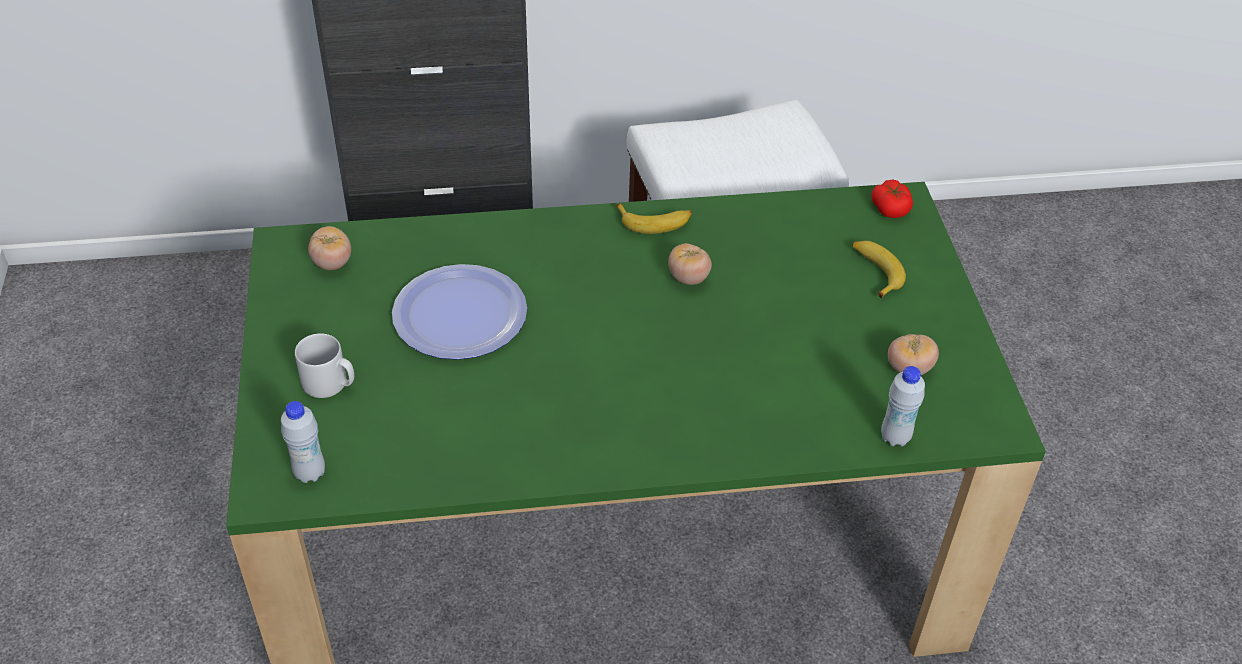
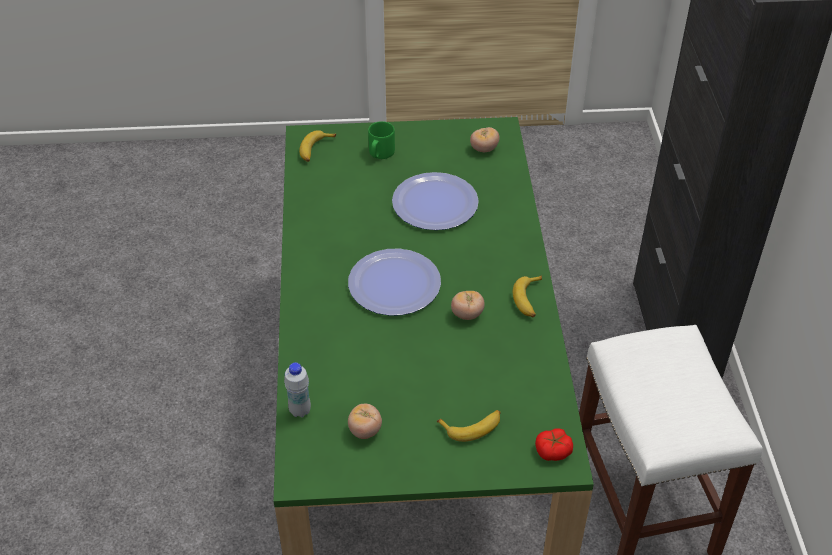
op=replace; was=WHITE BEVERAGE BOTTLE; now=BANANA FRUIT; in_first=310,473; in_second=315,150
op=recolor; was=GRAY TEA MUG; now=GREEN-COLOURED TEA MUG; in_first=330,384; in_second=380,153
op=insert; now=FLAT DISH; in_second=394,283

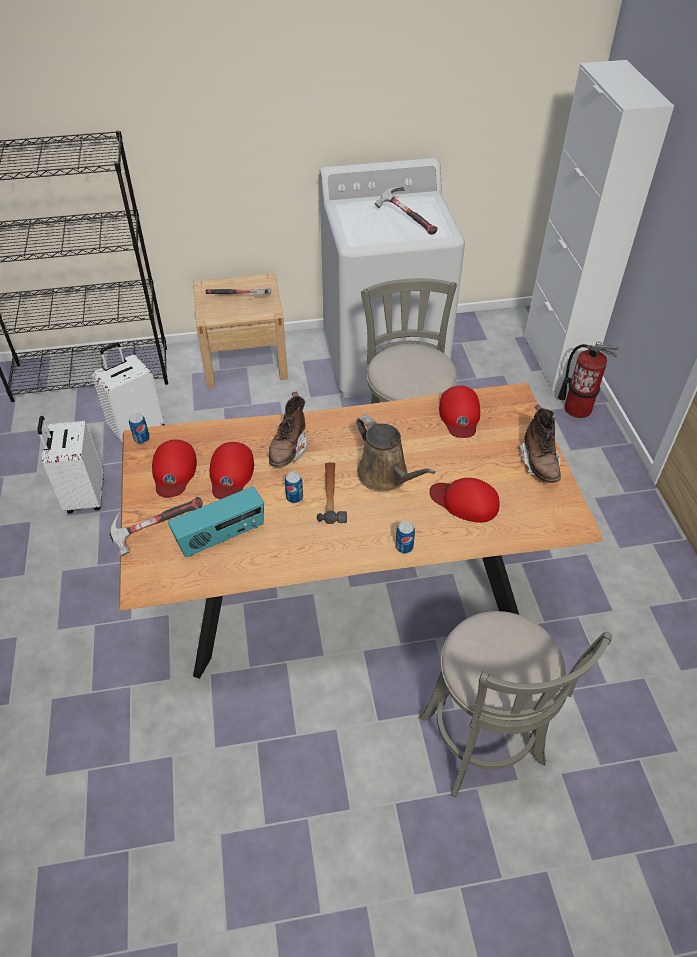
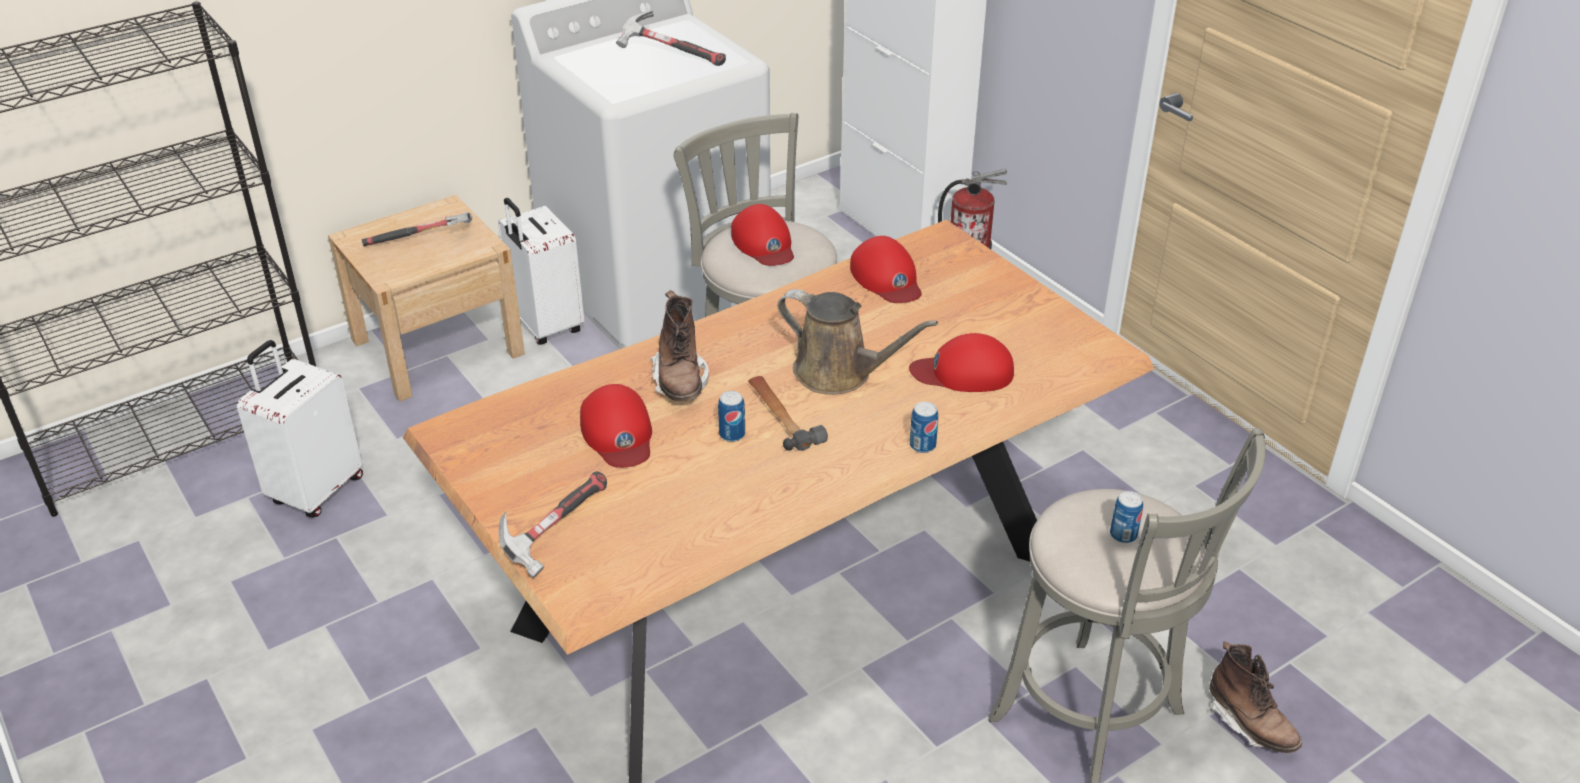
op=move; was=WHITE TRAVEL CASE; in_first=84,496; in_second=545,326
op=move; was=SEALED CAN; in_first=141,438; in_second=1123,535
op=move; was=REDDISH CAP; in_first=174,471; in_second=764,243
op=delete; was=RADIO; in_first=221,537
op=move; was=BROWN BOOT; in_first=539,464; in_second=1250,724

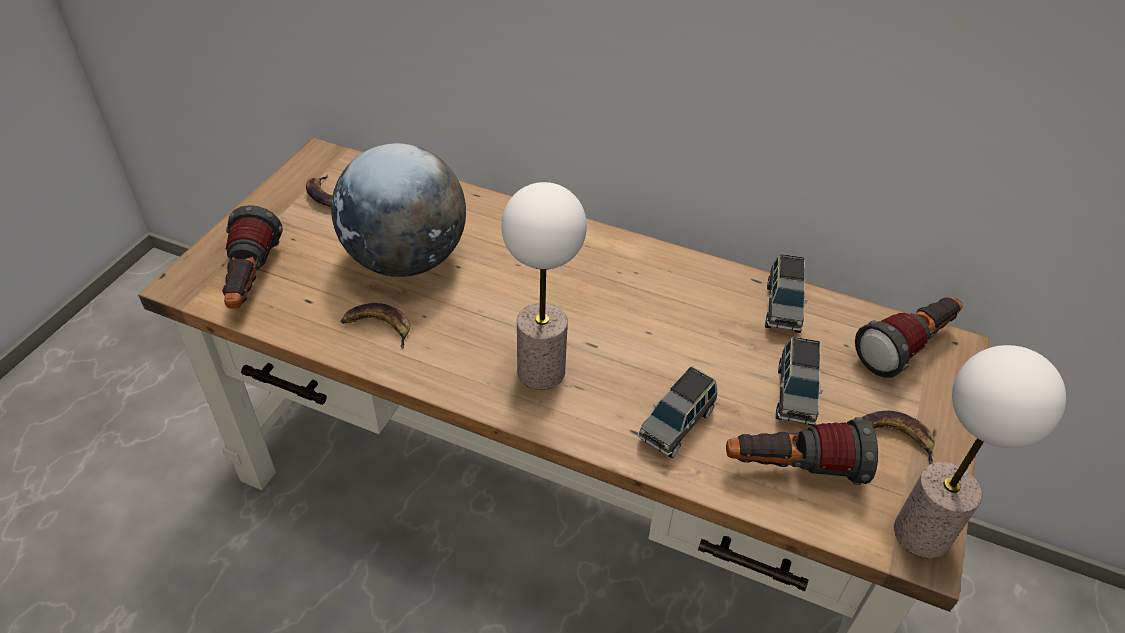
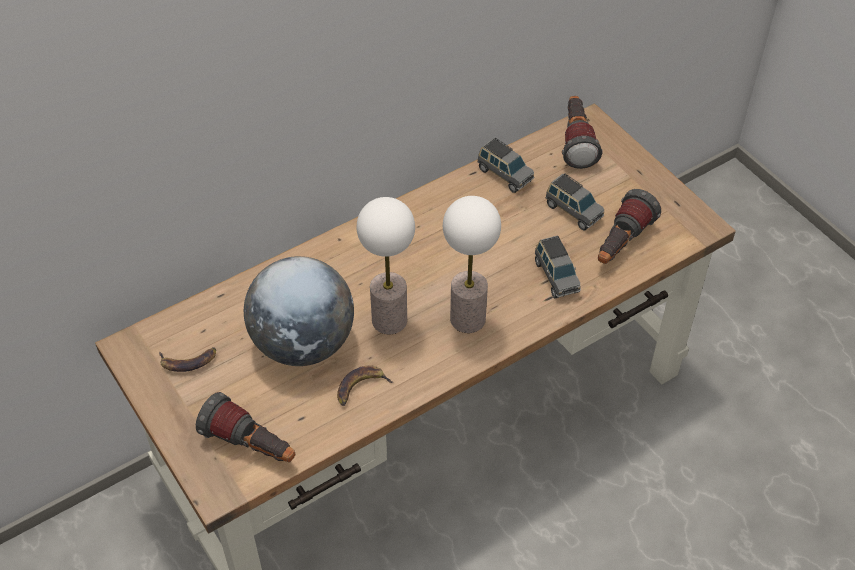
op=delete; was=BANANA FRUIT; in_first=894,437
op=move; was=TABLE LAMP; in_first=921,532; in_second=389,320

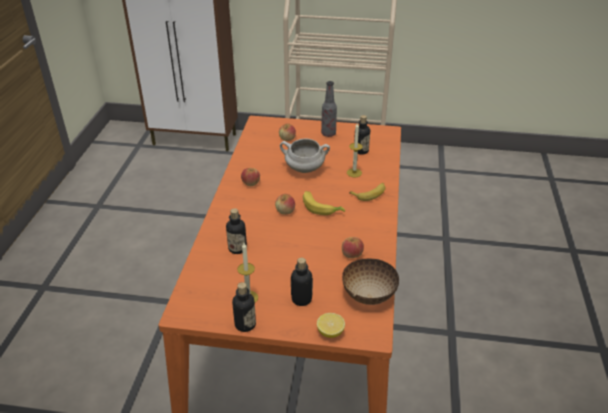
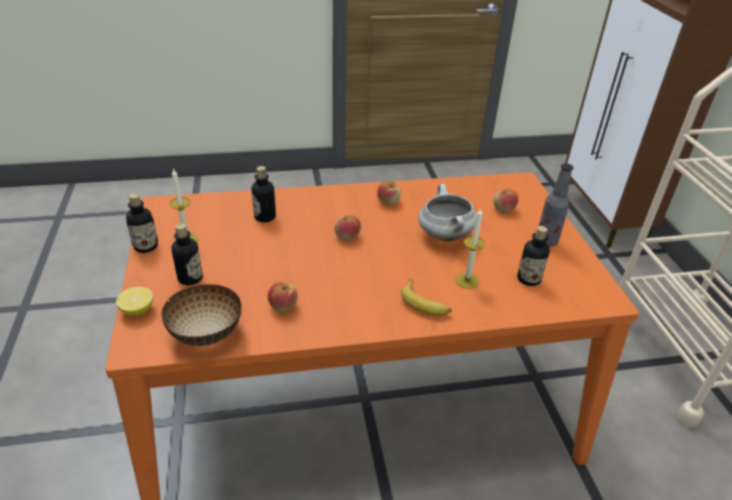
op=delete; was=BANANA FRUIT; in_first=321,207

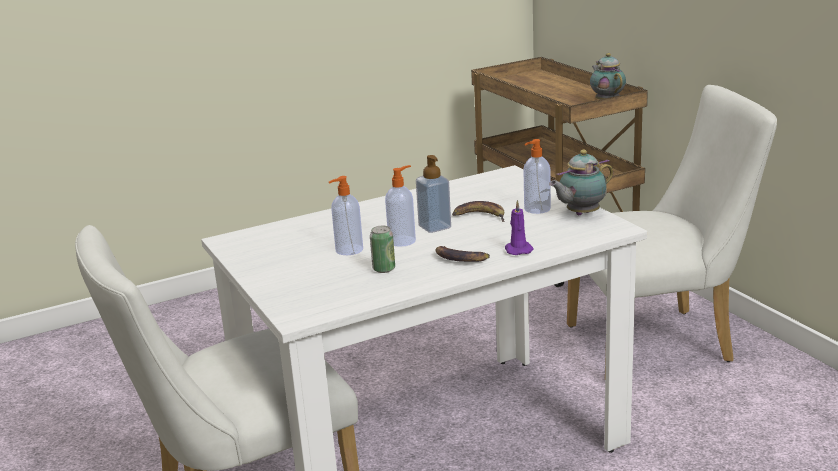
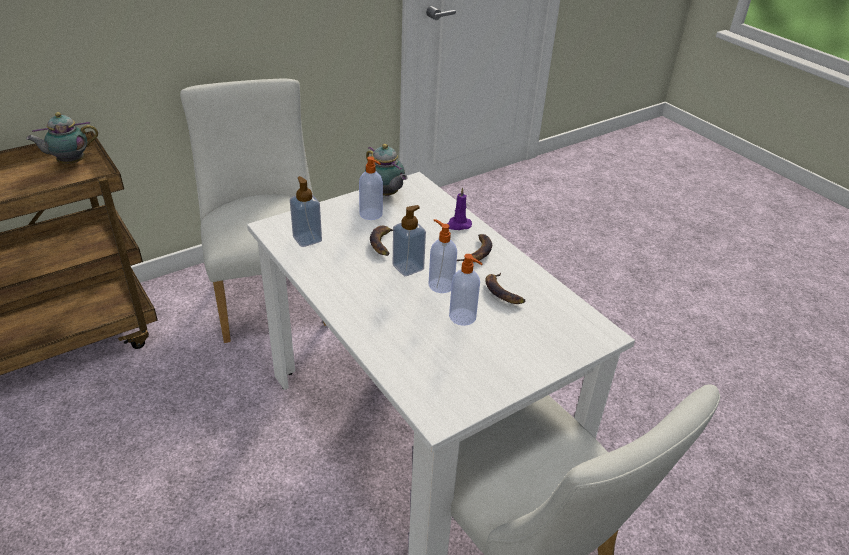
op=replace; was=SEALED CAN; now=BANANA FRUIT; in_first=384,269; in_second=503,292
op=insert; now=SOAP DISPENSER; in_second=307,239

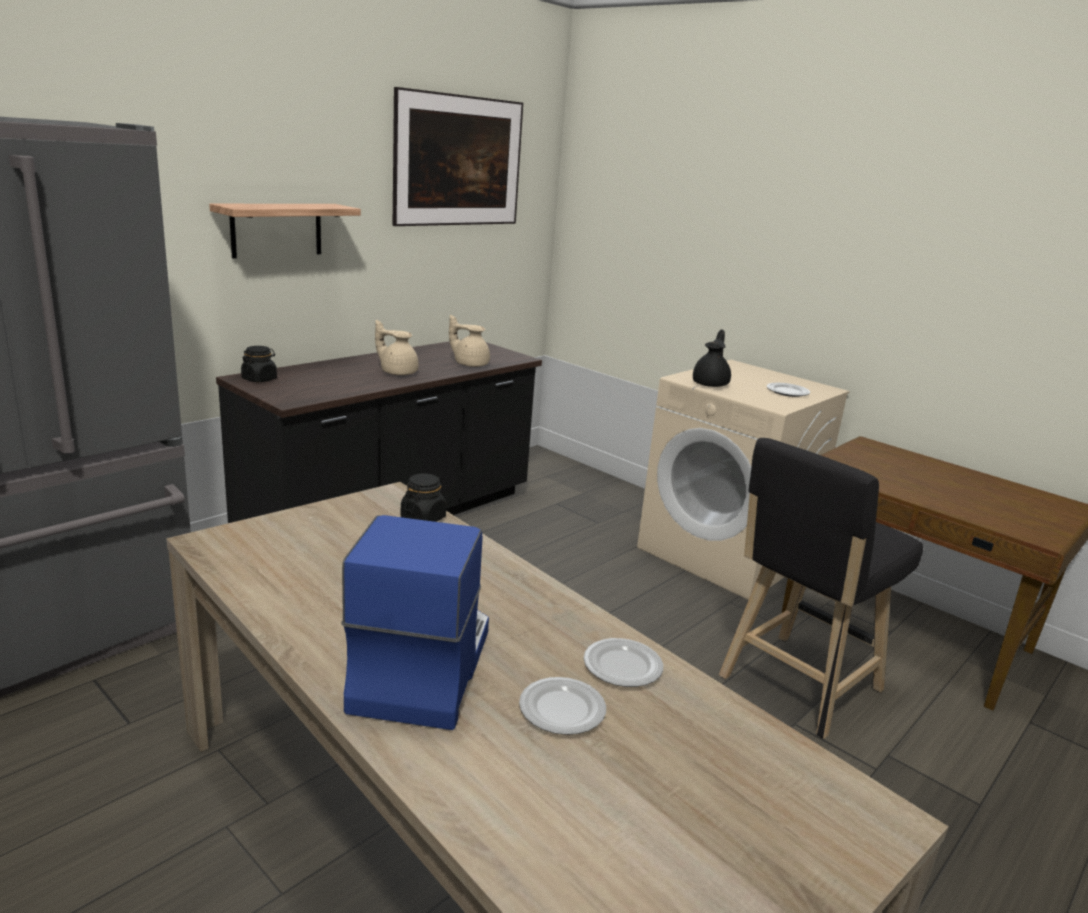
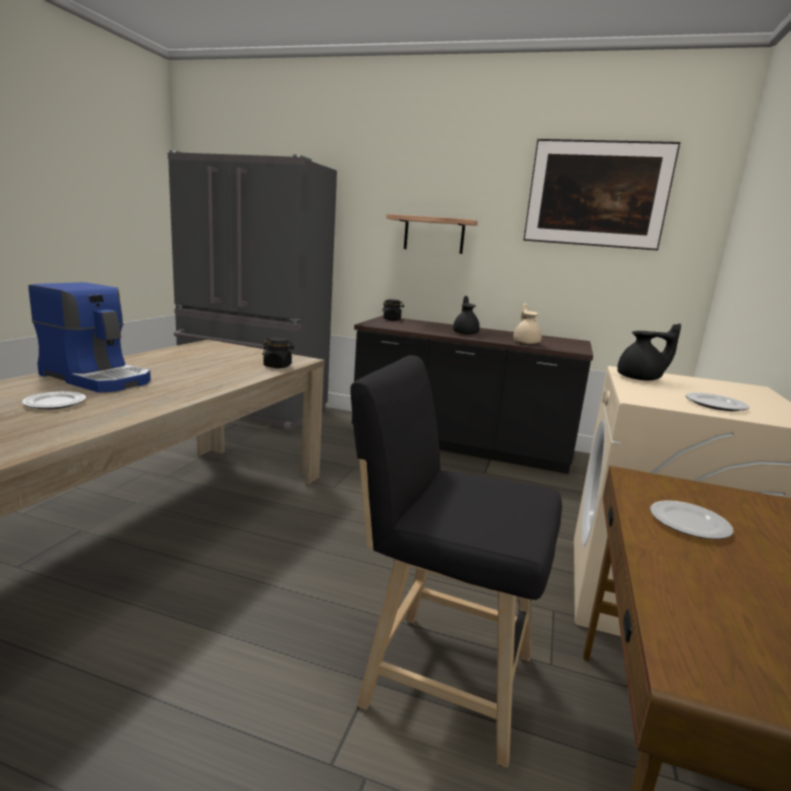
op=rotate; was=COFFEE MACHINE; in_first=420,667; in_second=98,378; clockwise=45
op=recolor; was=BEIGE TEA POT; now=BLACKISH TEA POT; in_first=397,372; in_second=465,333
op=move; was=FLAT DISH; in_first=621,666; in_second=688,523

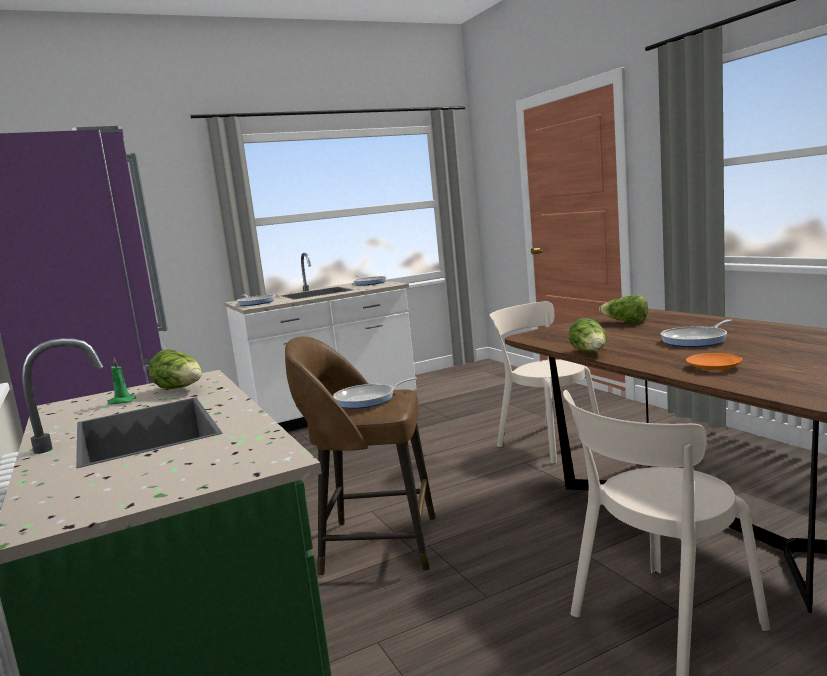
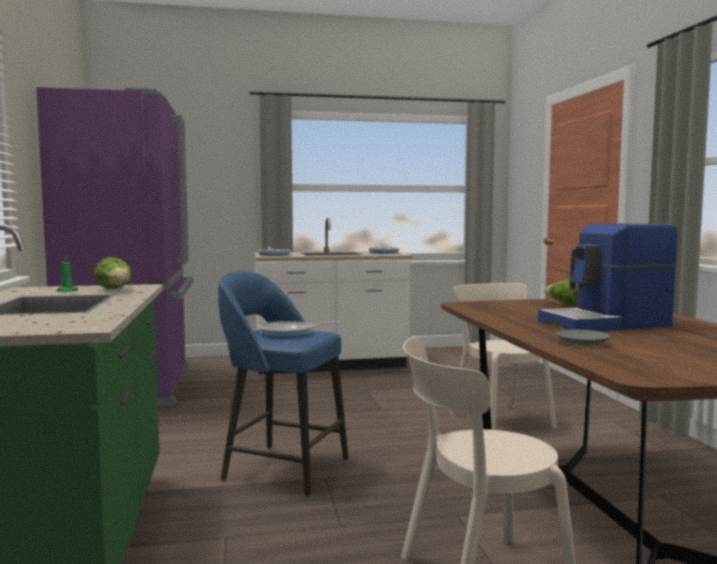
op=recolor; was=BROWN STOOL SEAT; now=BLUE STOOL SEAT; in_first=375,545; in_second=283,468
op=delete; was=LETTUCE HEAD; in_first=590,352
op=replace; was=PAN; now=COFFEE MACHINE; in_first=696,340; in_second=606,324
op=recolor; was=ORANGE FLAT DISH; now=GRAY FLAT DISH; in_first=714,367; in_second=583,342

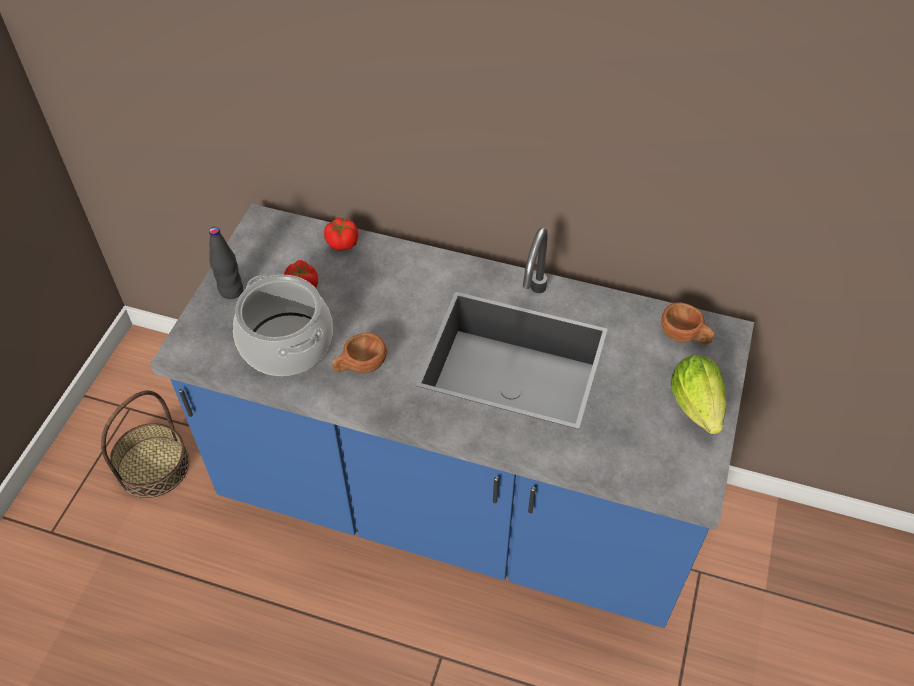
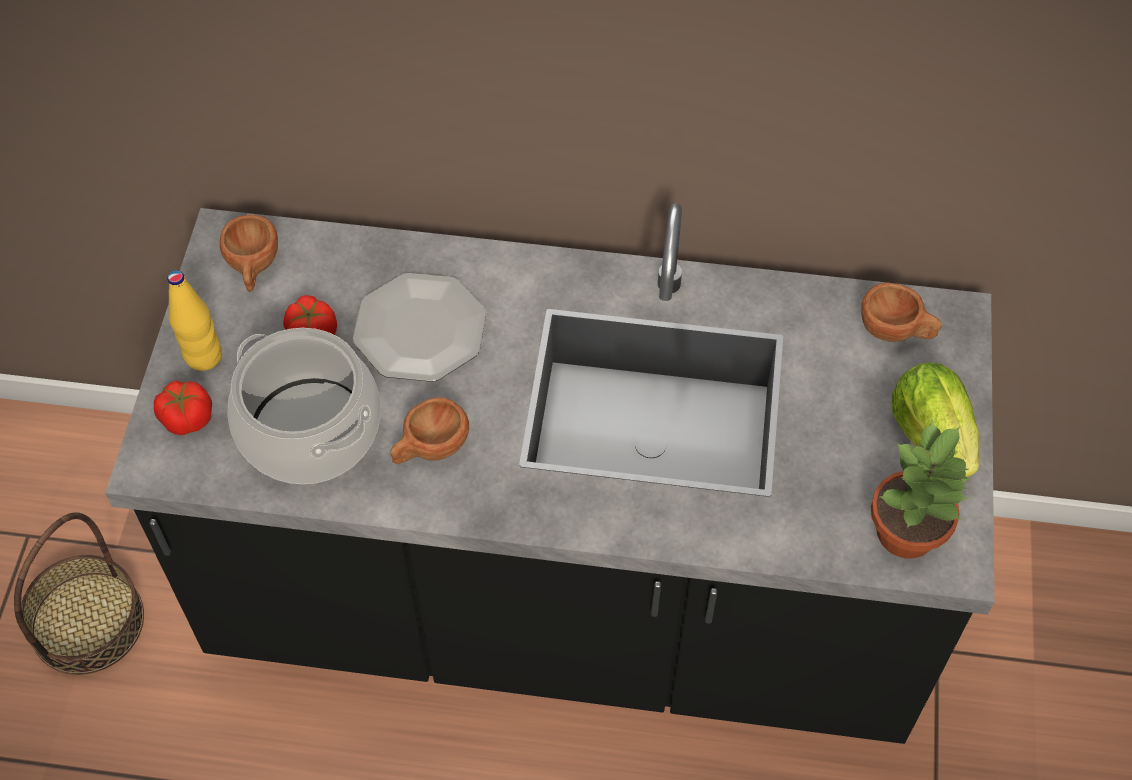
op=recolor; was=BLUE KITCHEN COUNTER; now=BLACKISH KITCHEN COUNTER; in_first=457,501; in_second=566,601
op=recolor; was=BLACKISH BEVERAGE BOTTLE; now=YELLOWISH BEVERAGE BOTTLE; in_first=231,291; in_second=203,357
op=move; was=WHOLE TOMATO; in_first=342,243; in_second=187,418
op=insert; now=BROWN DRINKING CUP; in_second=253,268
op=insert; now=FLAT DISH; in_second=420,329
op=insert; now=POTTED PLANT; in_second=908,532

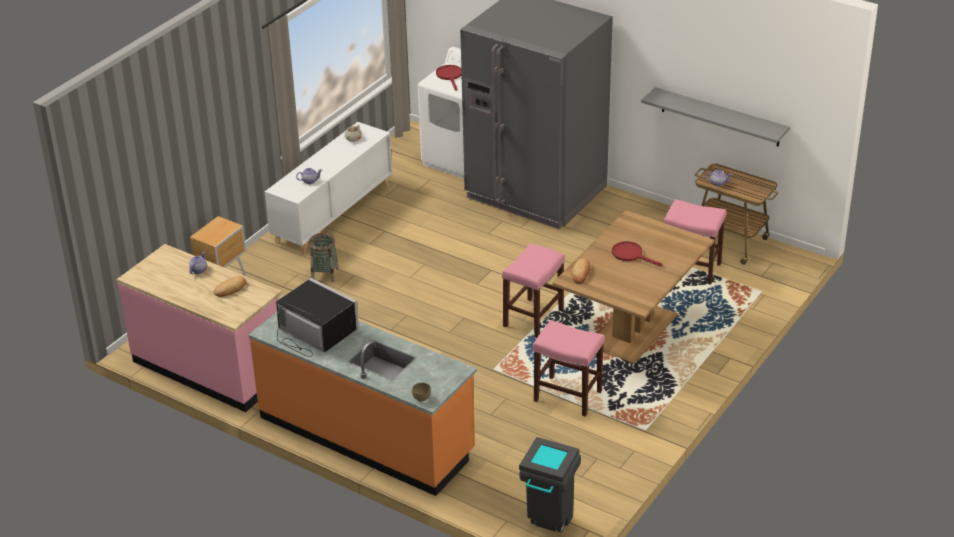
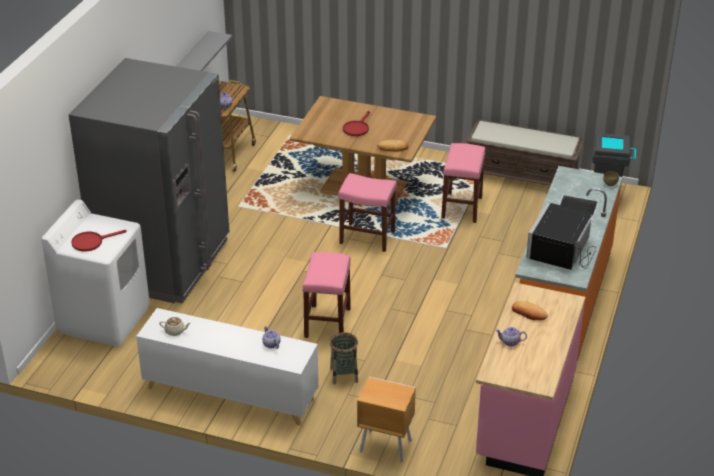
op=move; was=PINK-COLOURED STOOL SEAT; in_first=692,269; in_second=327,322
op=insert; now=BROWN BENCH; in_second=522,176

